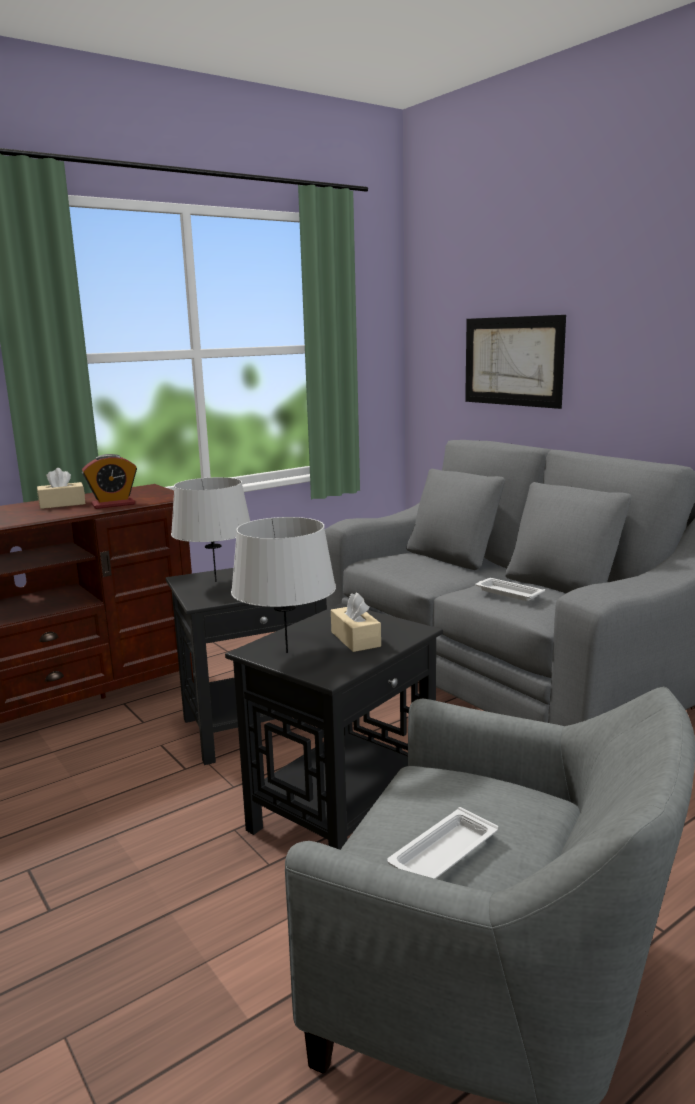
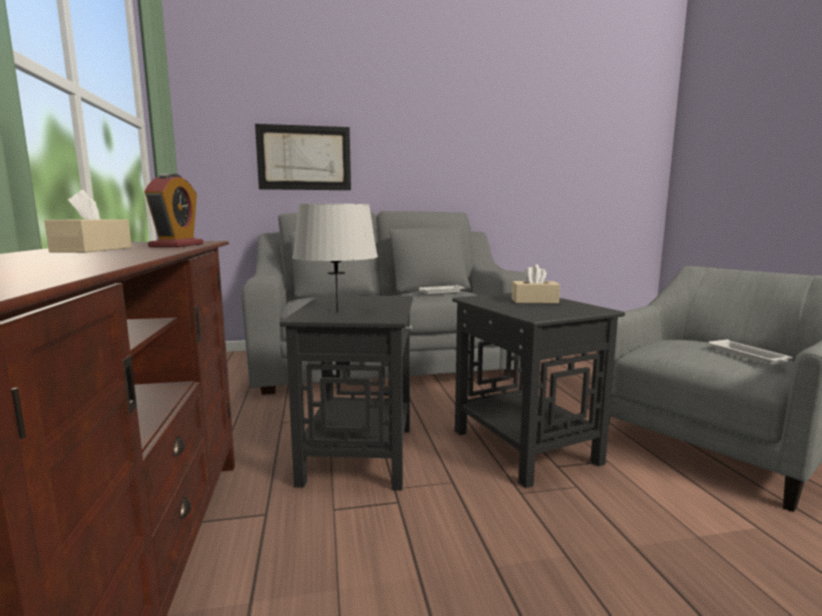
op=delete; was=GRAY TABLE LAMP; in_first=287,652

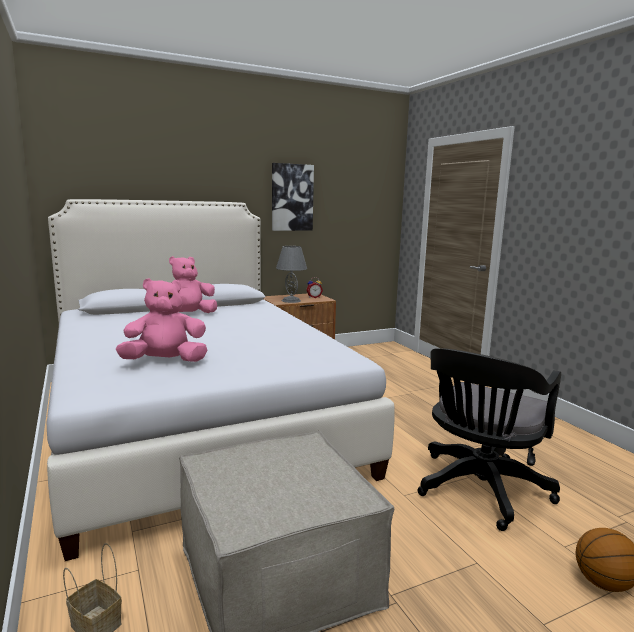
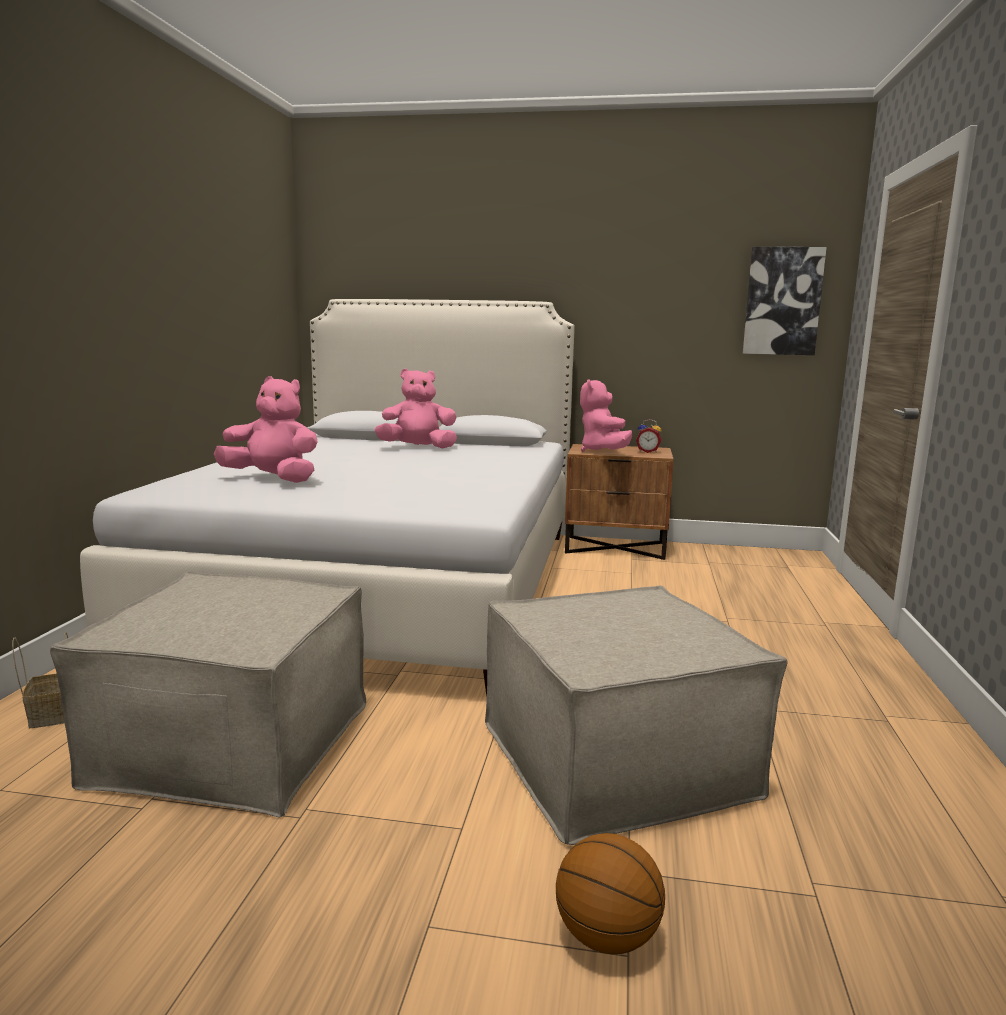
op=move; was=WALL ART; in_first=292,197; in_second=782,301
op=replace; was=GRAY TABLE LAMP; now=PINK-COLOURED CUDDLY TOY; in_first=290,300; in_second=603,451
op=replace; was=BLACKISH DESK CHAIR; now=BEIGE POUFFE; in_first=479,491; in_second=615,760

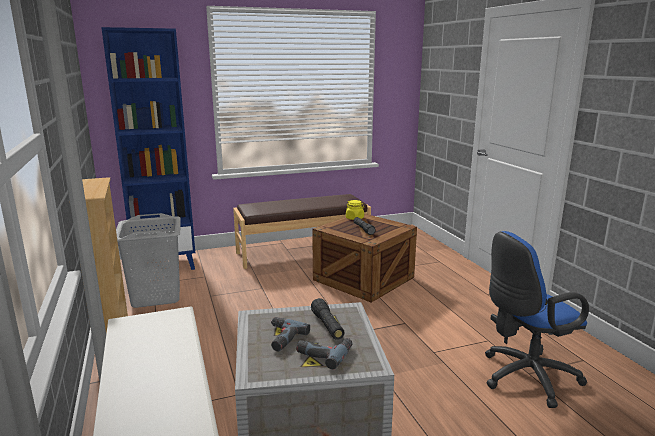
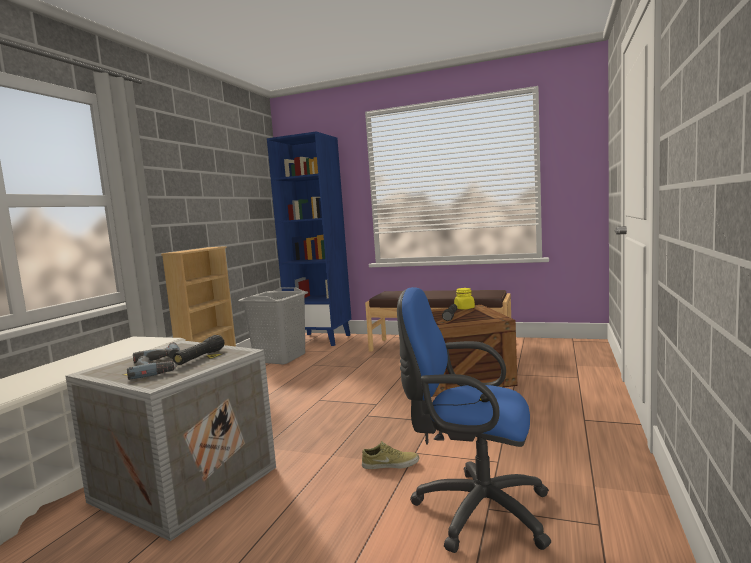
op=insert; now=BEIGE LOW SHOE; in_second=390,464

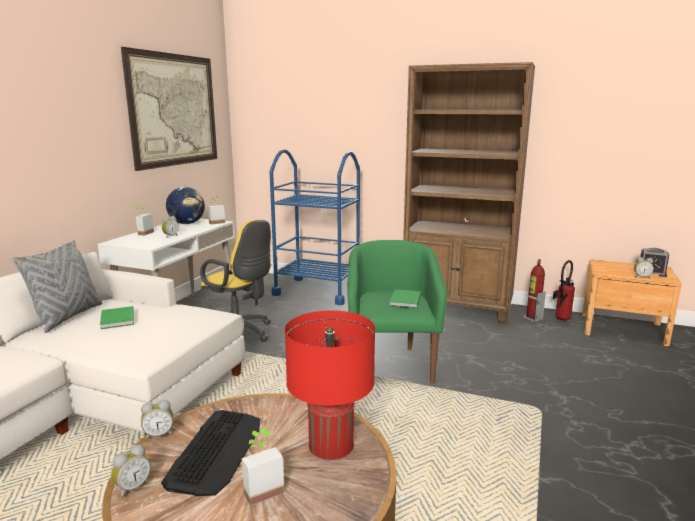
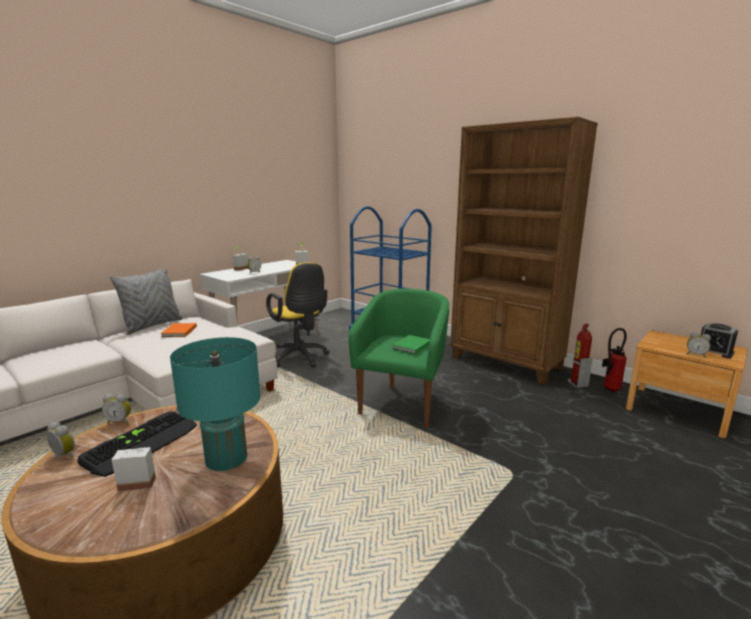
op=recolor; was=GREEN-COLOURED BOOK; now=ORANGE BOOK; in_first=117,320; in_second=178,332
op=rotate; was=BEDSIDE CLOCK; in_first=132,487; in_second=62,456; clockwise=-120
op=delete; was=WALL ART; in_first=174,110
op=delete; was=WORLD GLOBE; in_first=187,223
op=recolor; was=REDDISH TABLE LAMP; now=TURQUOISE-COLOURED TABLE LAMP; in_first=331,445; in_second=226,458

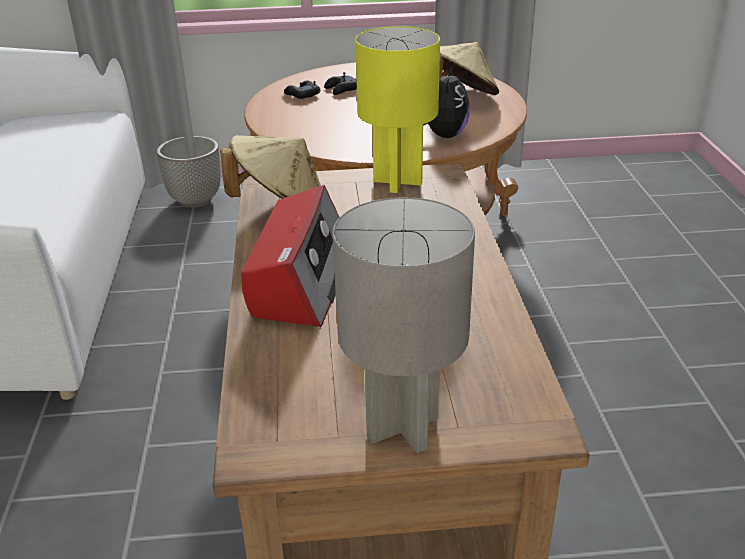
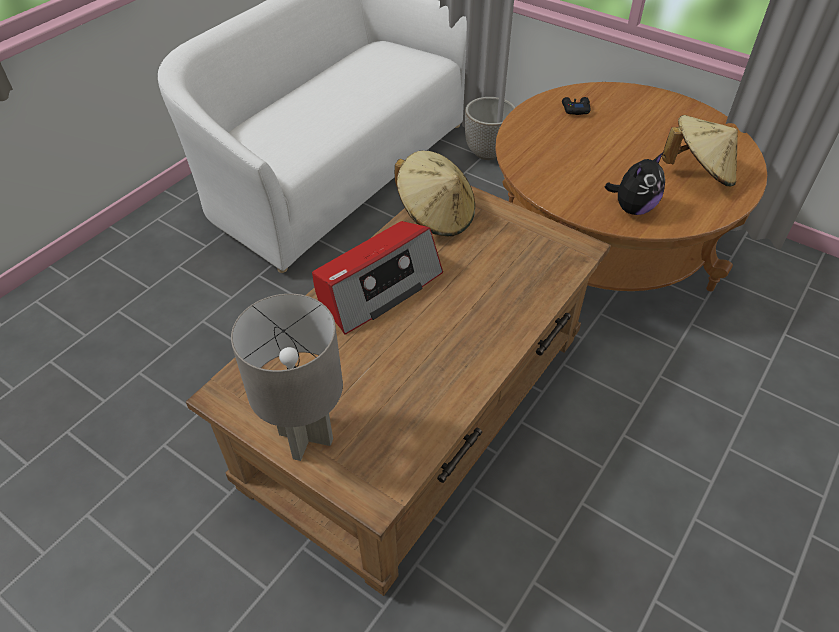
op=delete; was=BLACKISH GAMEPAD; in_first=342,89
op=delete; was=YELLOWISH TABLE LAMP; in_first=397,182

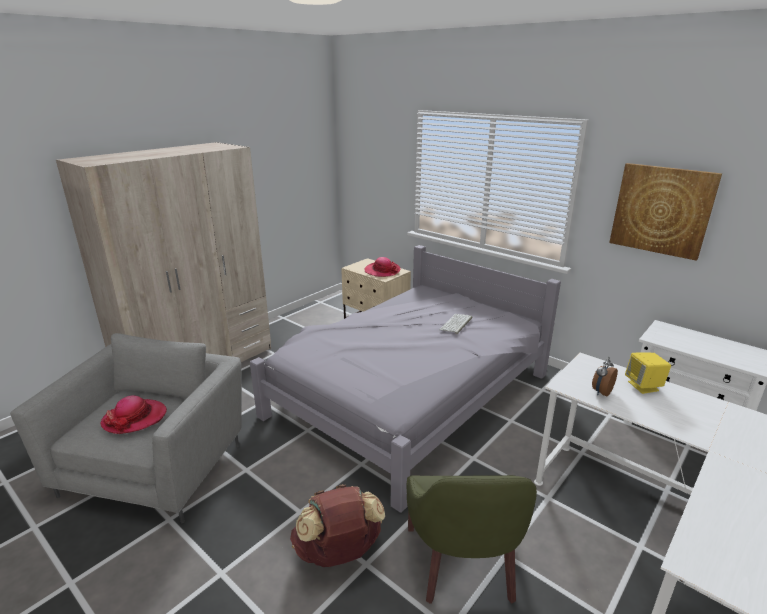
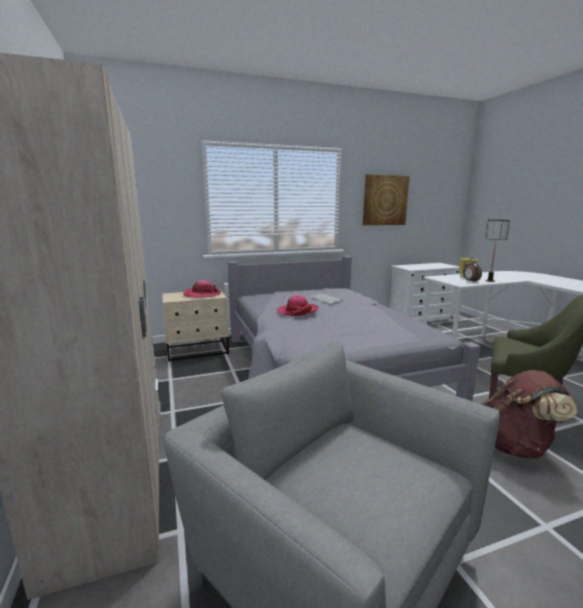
op=move; was=WEARABLE HAT; in_first=135,418; in_second=297,311
op=insert; now=TABLE LAMP; in_second=490,281

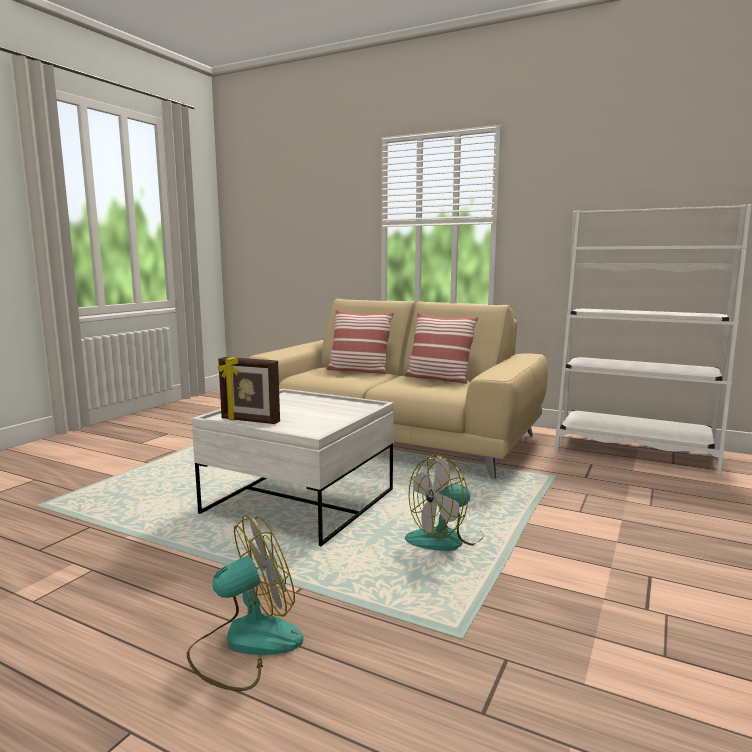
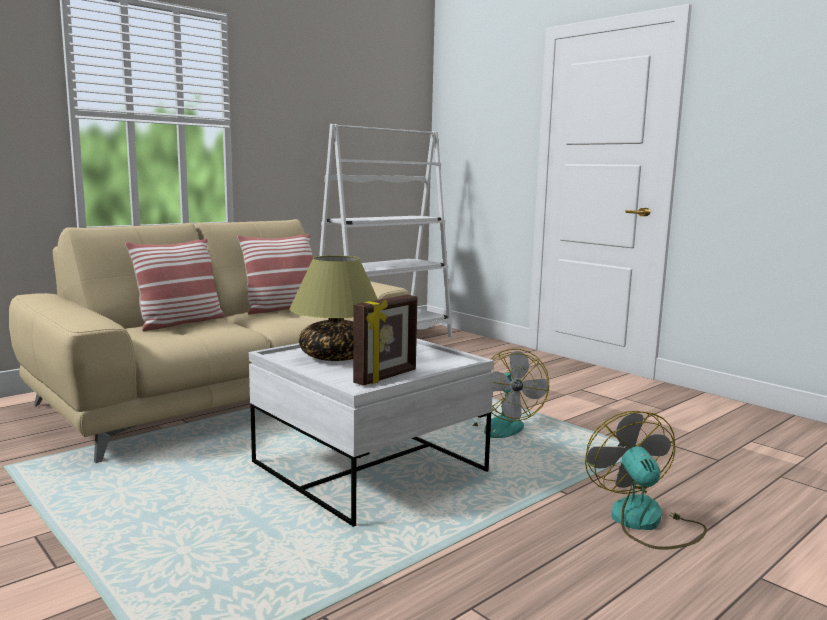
op=insert; now=TABLE LAMP; in_second=336,356

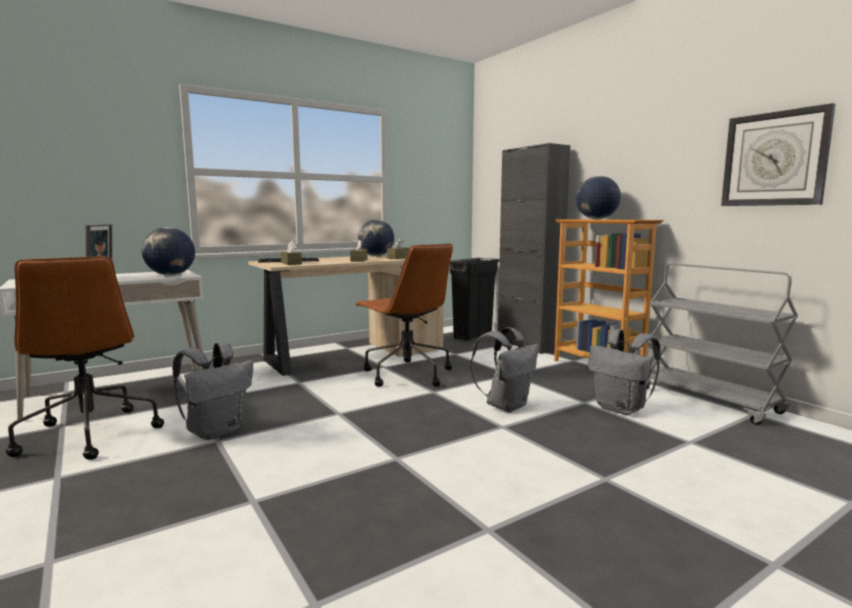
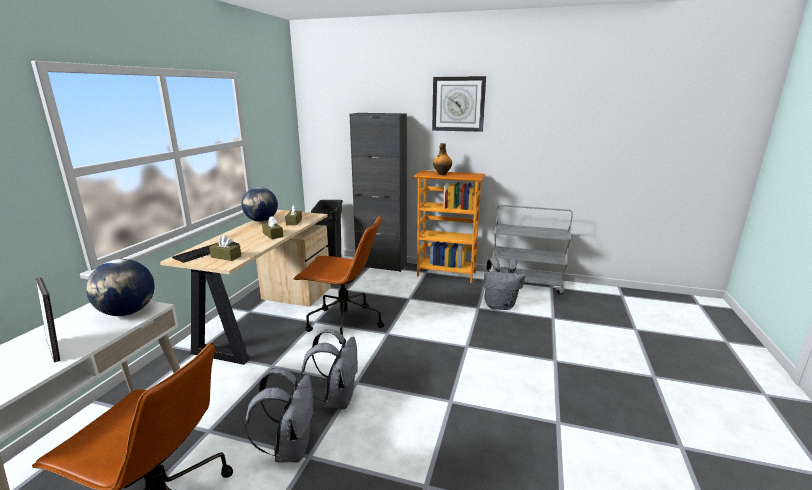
op=move; was=GRAY KNAPSACK; in_first=506,406; in_second=337,399
op=replace; was=WORLD GLOBE; now=BEVERAGE BOTTLE; in_first=596,219; in_second=442,174
op=move; was=HANGING CLOCK; in_first=774,159; in_second=458,104

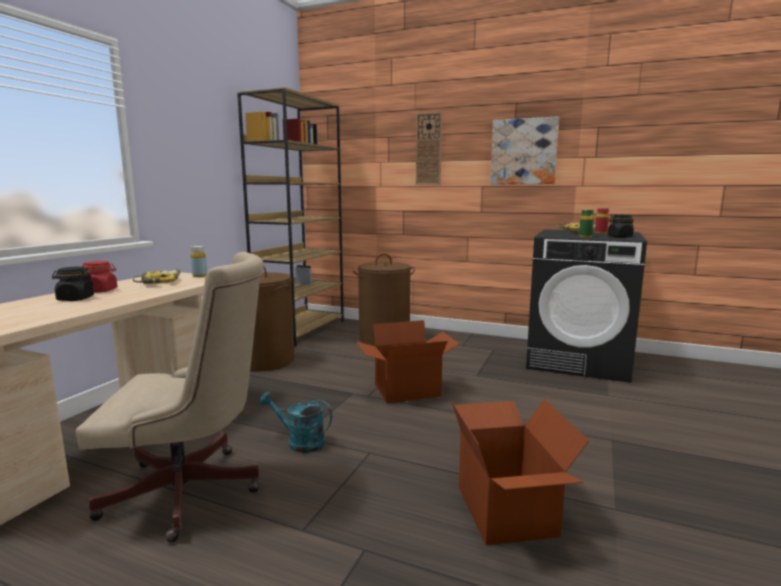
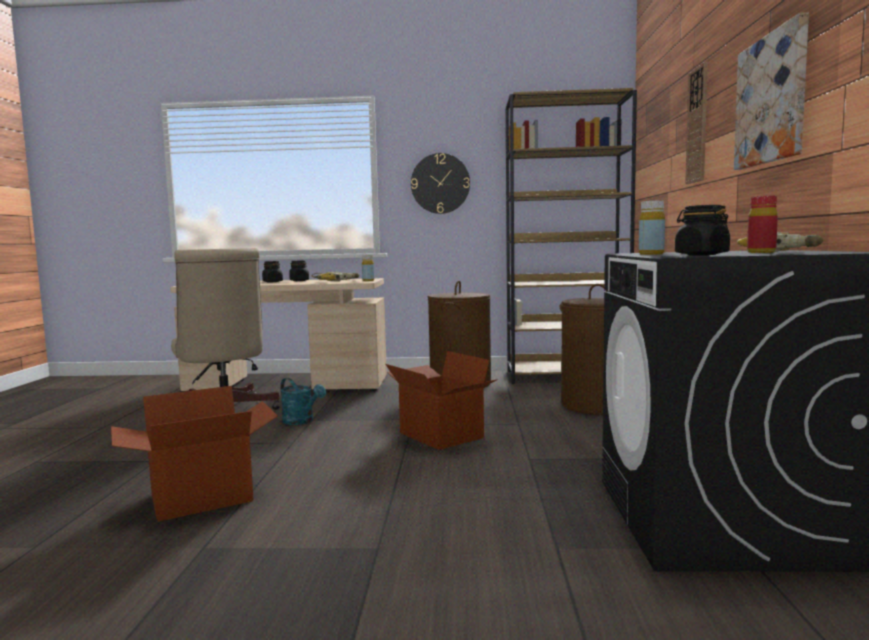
op=recolor; was=REDDISH PRESERVE JAR; now=BLACKISH PRESERVE JAR; in_first=101,291; in_second=299,281
op=rotate; was=TURQUOISE-COLOURED WATERING POT; in_first=300,442; in_second=301,421; clockwise=135
op=recolor; was=GREEN-COLOURED BEVERAGE BOTTLE; now=YELLOWISH BEVERAGE BOTTLE; in_first=585,237; in_second=651,254
op=insert; now=HANGING CLOCK; in_second=440,183

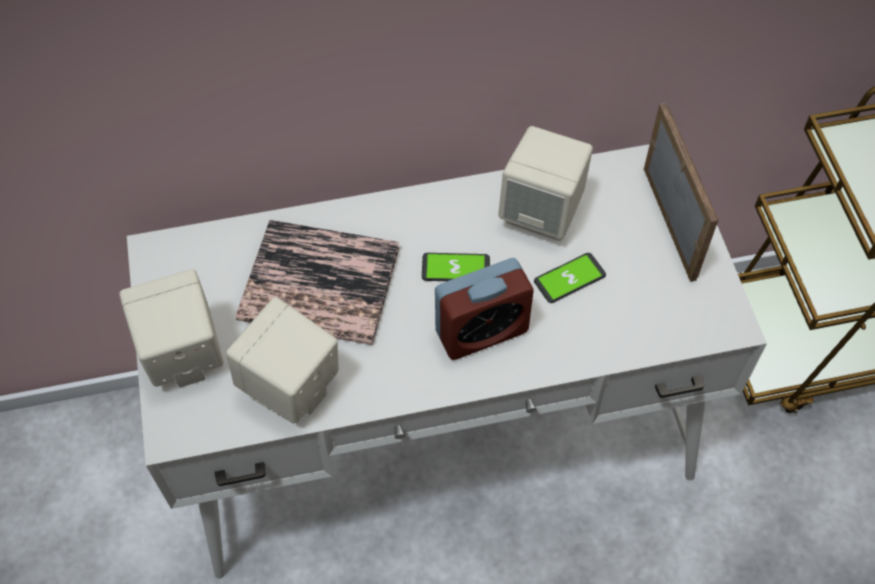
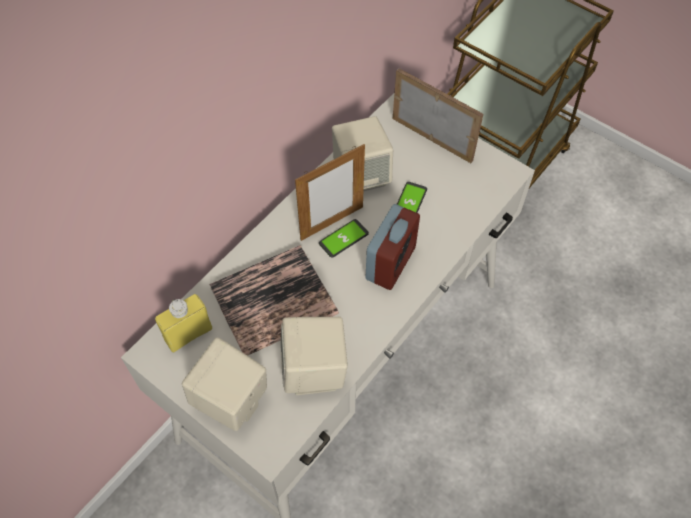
op=insert; now=YELLOWISH BEVERAGE BOTTLE; in_second=188,334
op=insert; now=STANDING FRAME; in_second=332,223

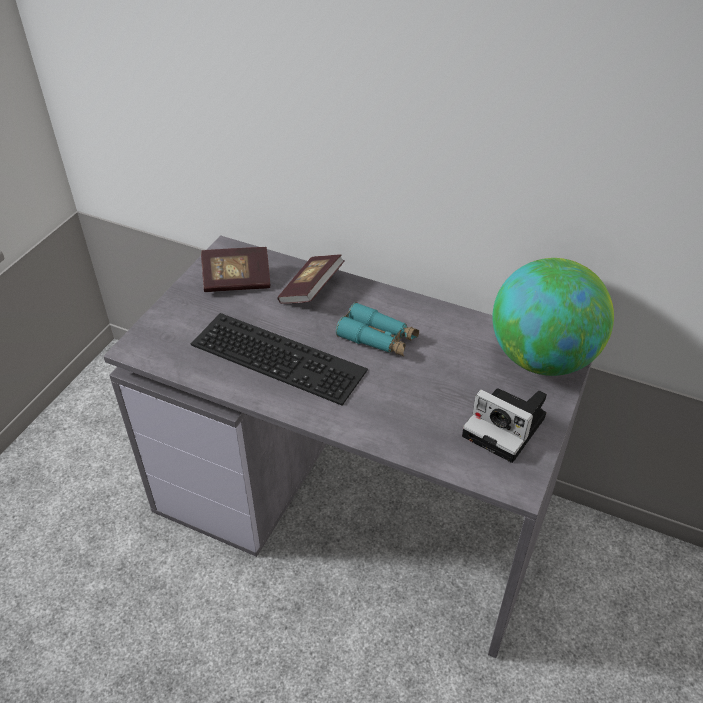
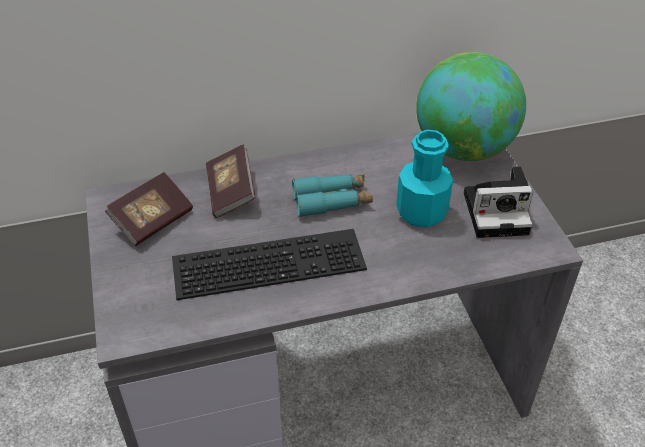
op=insert; now=TURQUOISE-COLOURED BEVERAGE BOTTLE; in_second=421,212

